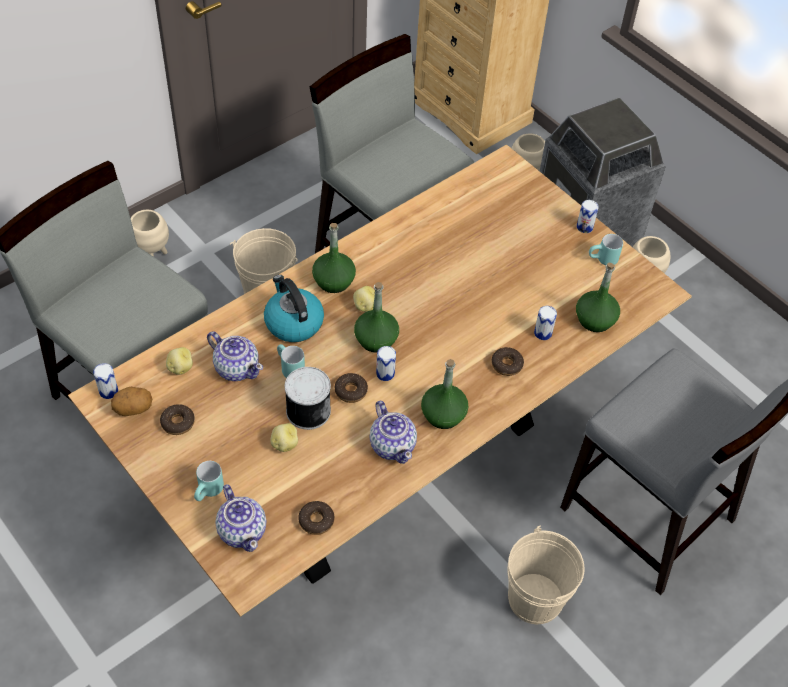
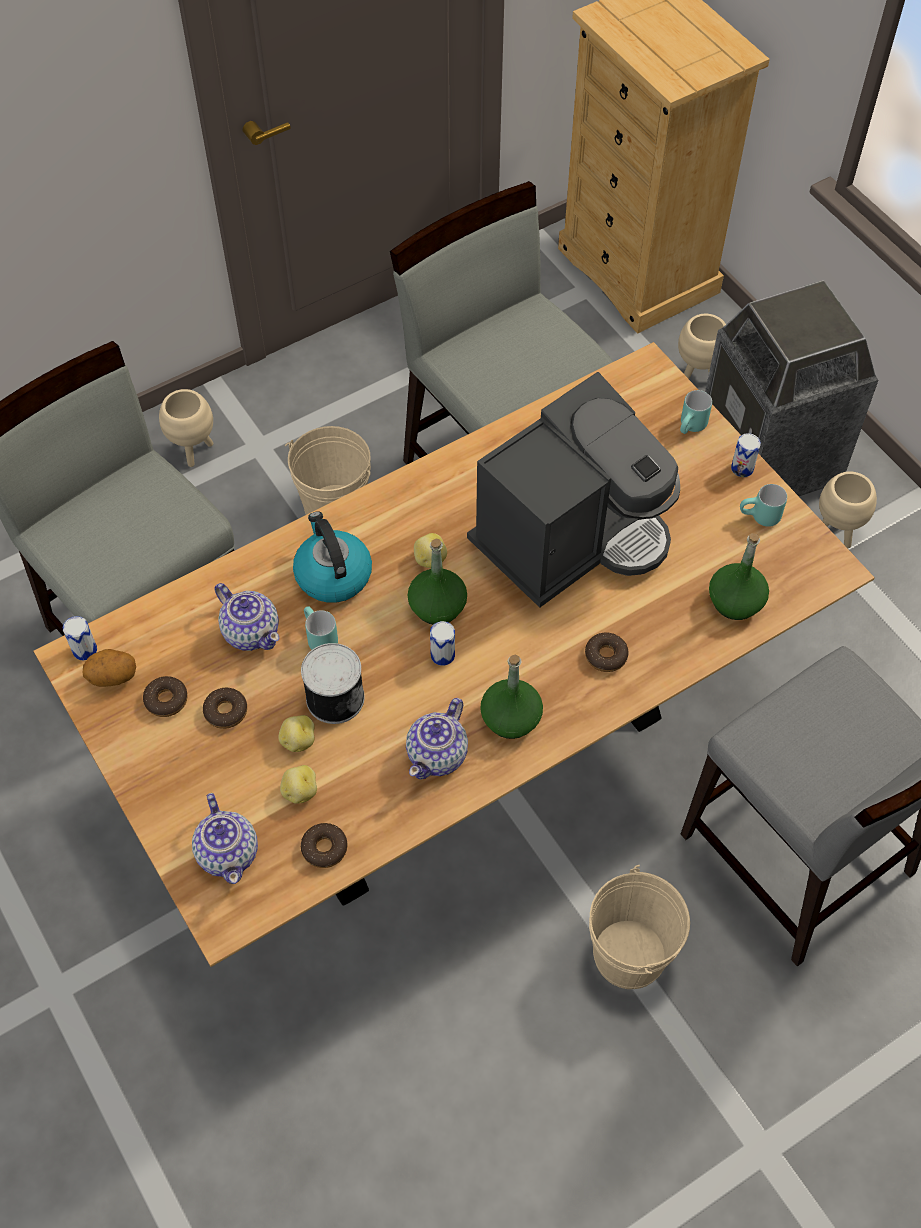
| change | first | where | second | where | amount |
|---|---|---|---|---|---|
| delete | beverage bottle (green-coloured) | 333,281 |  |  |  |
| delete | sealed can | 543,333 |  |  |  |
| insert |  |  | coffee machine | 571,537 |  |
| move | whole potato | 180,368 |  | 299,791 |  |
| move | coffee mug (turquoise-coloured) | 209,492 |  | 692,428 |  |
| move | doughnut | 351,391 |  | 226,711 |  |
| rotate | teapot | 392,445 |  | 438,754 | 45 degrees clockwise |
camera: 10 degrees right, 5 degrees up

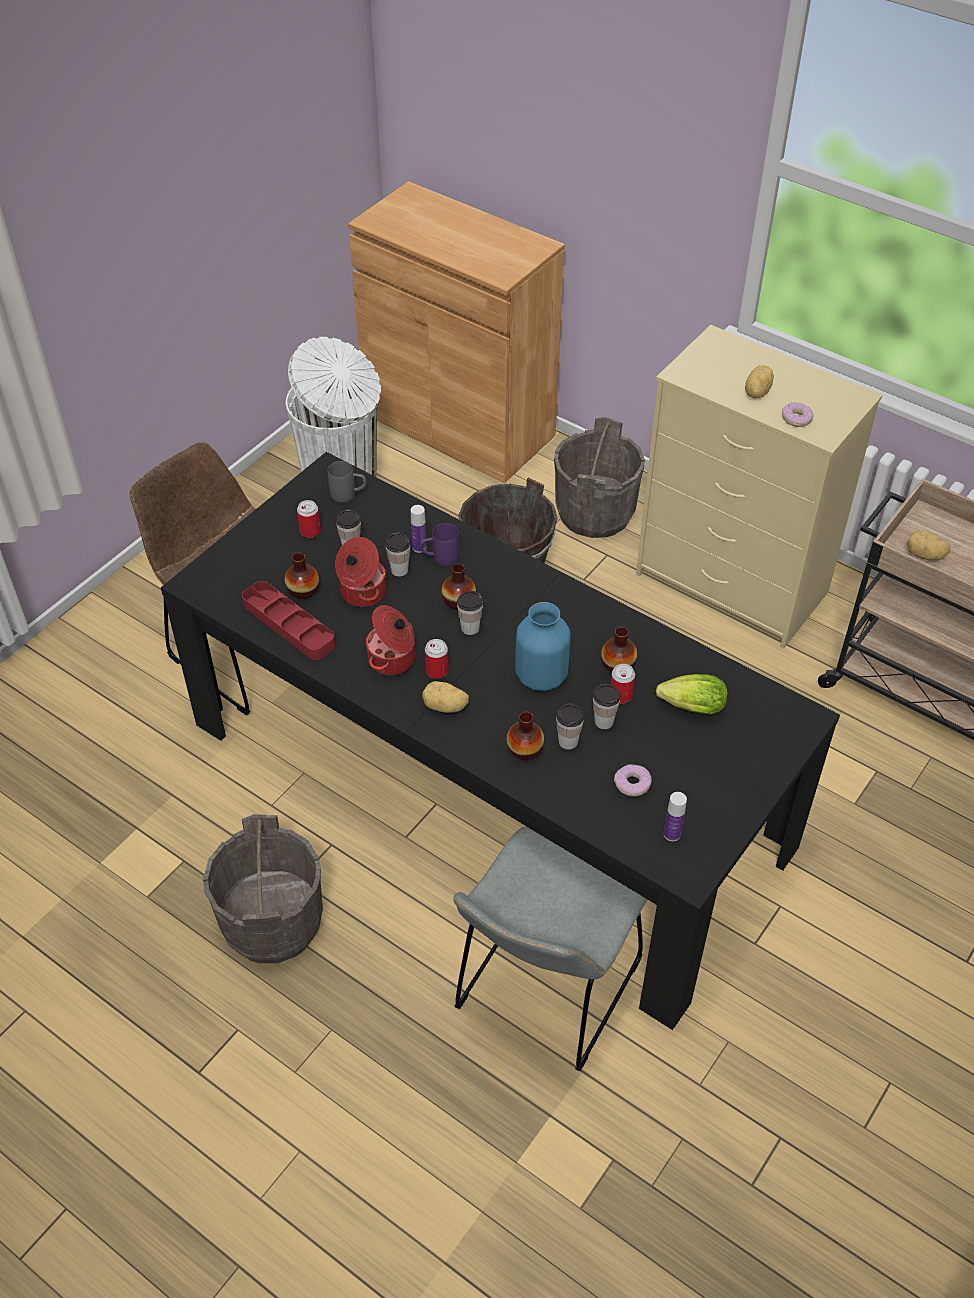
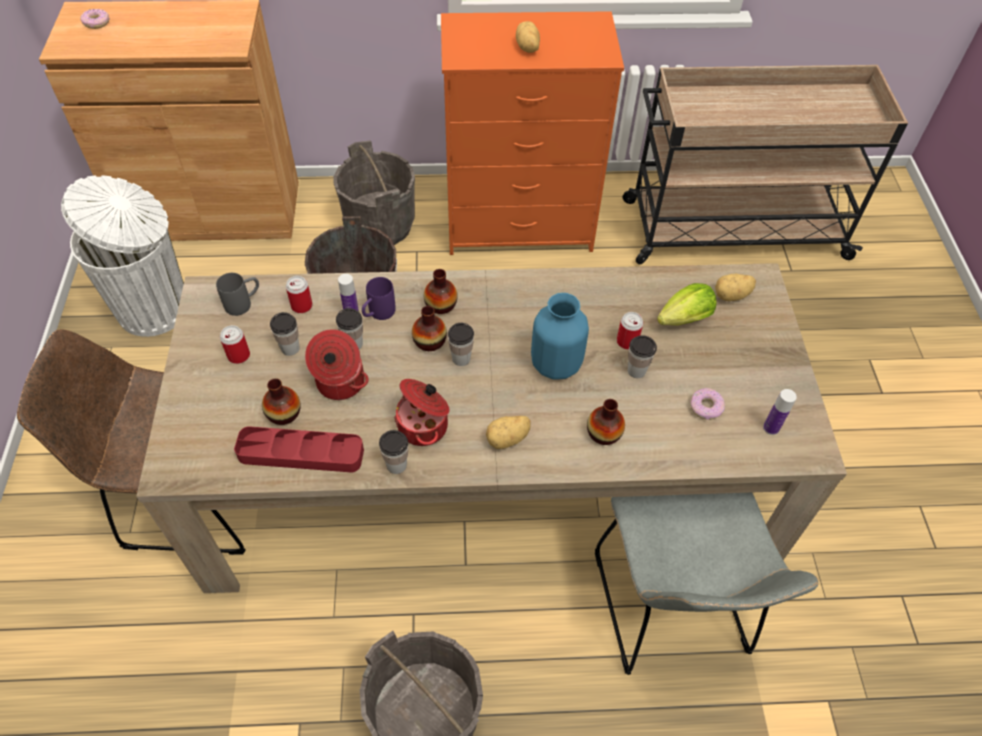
| change | first | where | second | where | amount |
|---|---|---|---|---|---|
| move | sealed can | 437,670 |  | 301,306 |  |
| move | cup | 568,741 |  | 396,465 |  |
| move | decorative vase | 618,664 |  | 441,305 |  |
| move | doughnut | 796,418 |  | 97,23 |  |
| move | whole potato | 924,555 |  | 732,296 |  |
| recolor | dining table (blackish) | 486,784 | dining table (beige-coloured) | 487,479 |  |
| recolor | chest of drawers (beige-coloured) | 733,583 | chest of drawers (orange) | 520,225 |  |
camera: 40 degrees left, 5 degrees up

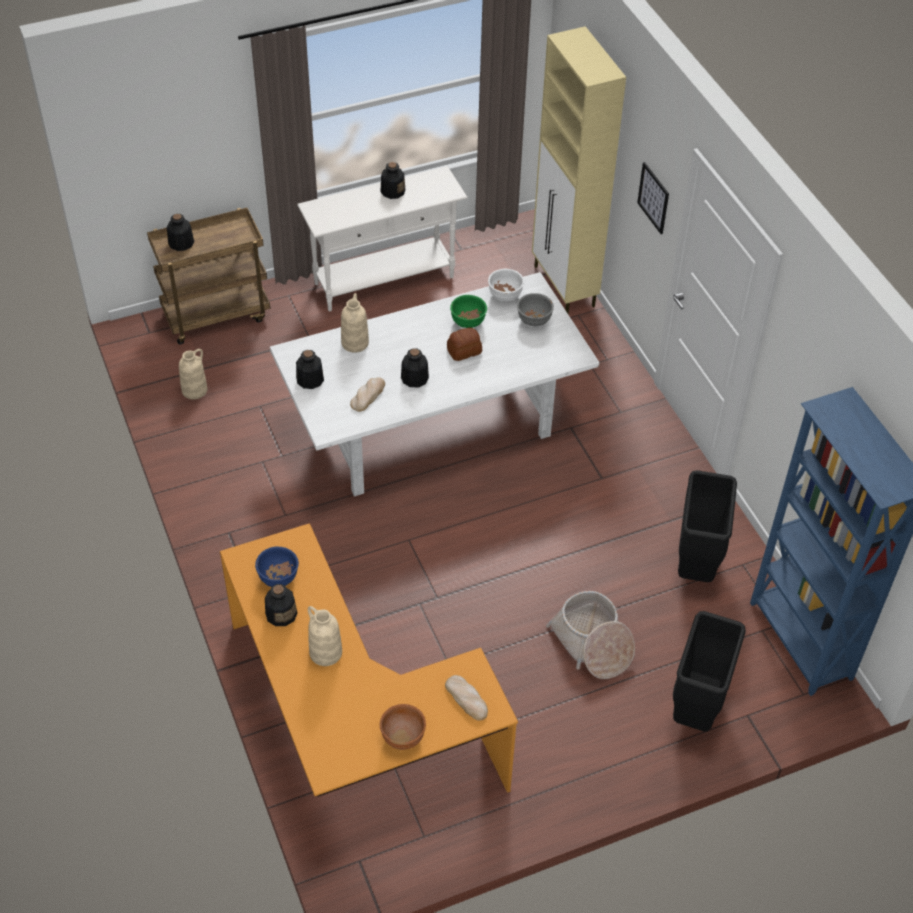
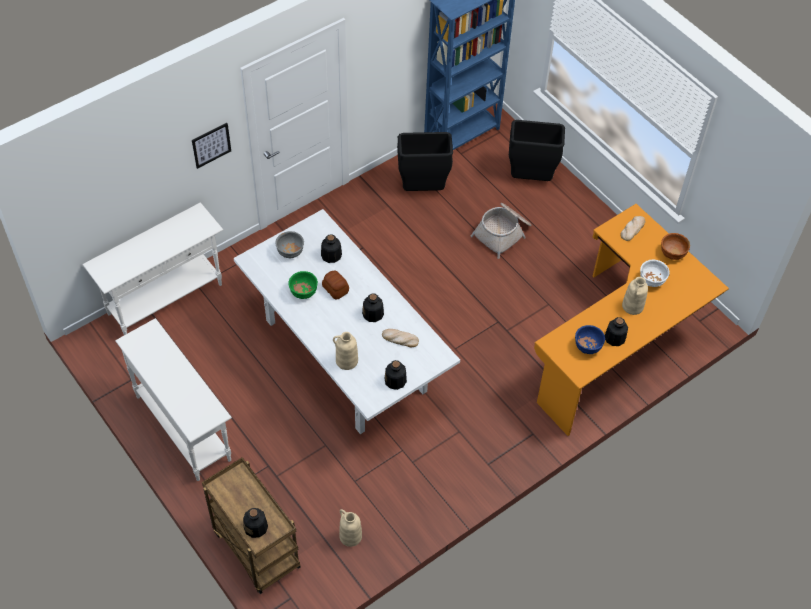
| change | first | where | second | where | amount |
|---|---|---|---|---|---|
| move | beverage bottle | 392,191 |  | 331,255 |  |
| move | deep dish (white-coloured) | 505,295 |  | 651,280 |  |
| replace | storage cabinet (beige-coloured) | 564,287 | console table (white-coloured) | 166,299 |  |
camera: 105 degrees left, 5 degrees up

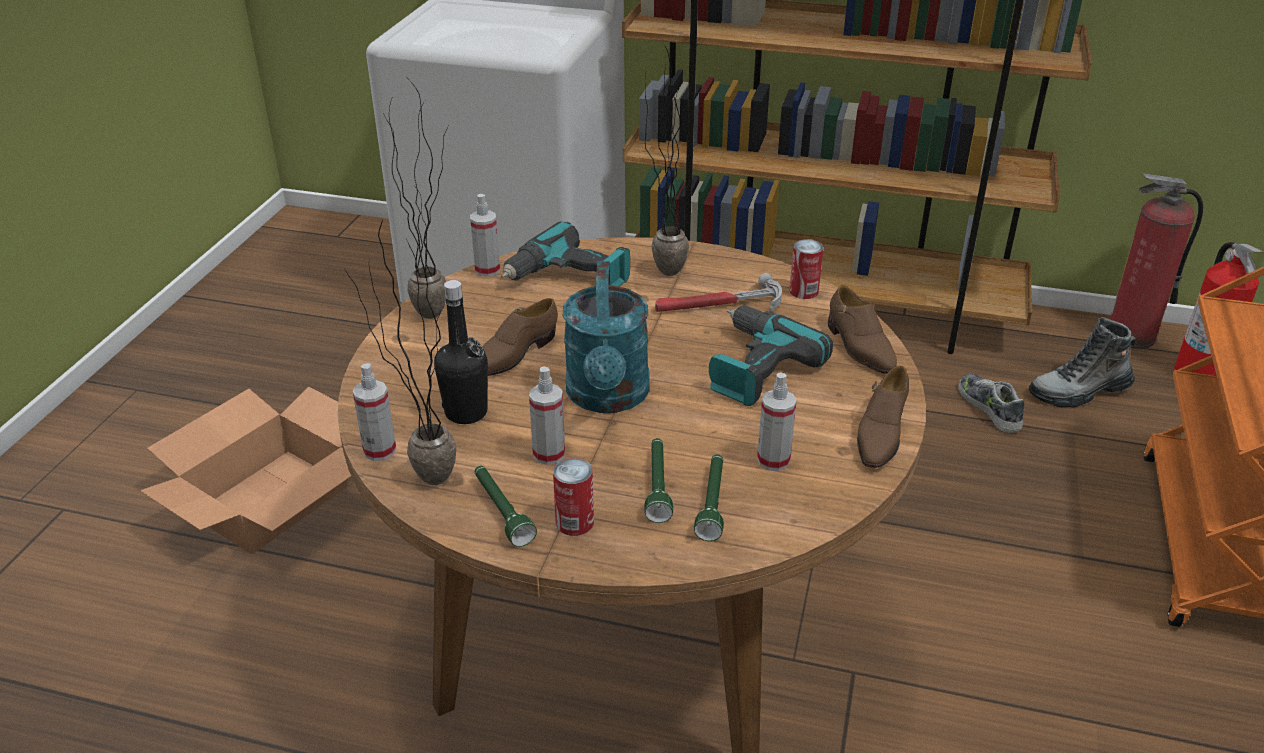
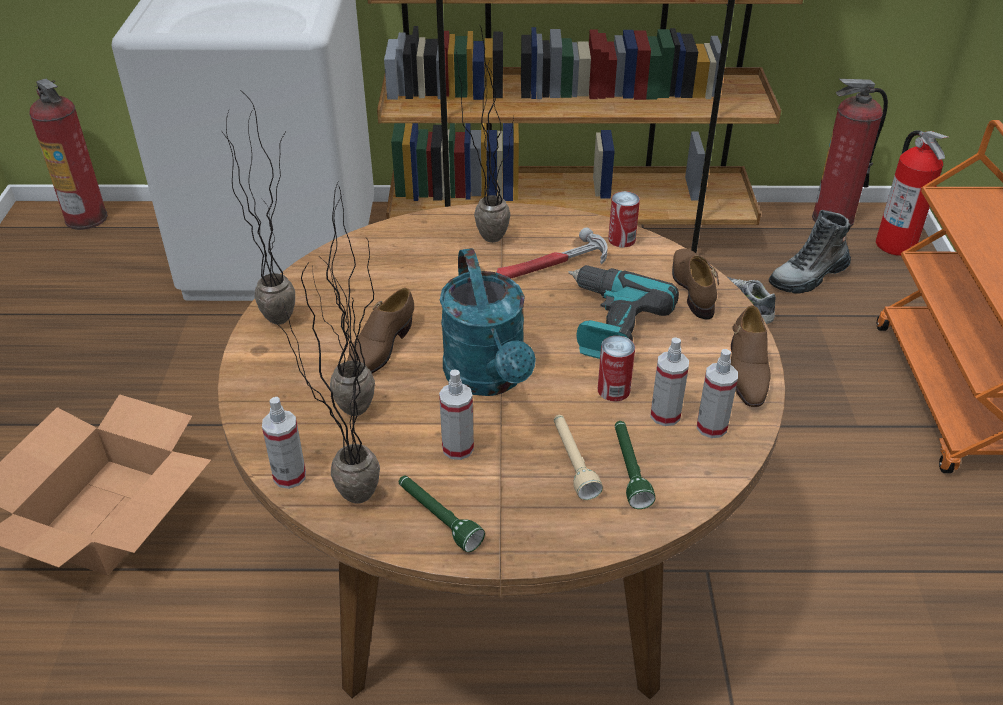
| change | first | where | second | where | amount |
|---|---|---|---|---|---|
| delete | drill | 568,279 |  |  |  |
| insert |  |  | fire-fighting cylinder | 87,218 |  |
| move | hand sprayer | 487,270 |  | 711,427 |  |
| move | sealed can | 574,522 |  | 613,390 |  |
| replace | beverage bottle (blackish) | 466,412 | potted plant | 359,419 |  |
| recolor | flashlight (green-coloured) | 657,486 | flashlight (beige-coloured) | 573,462 |  |
| rotate | shoe (brown) | 859,347 |  | 693,288 | 150 degrees counterclockwise |
camera: 15 degrees left, 5 degrees up

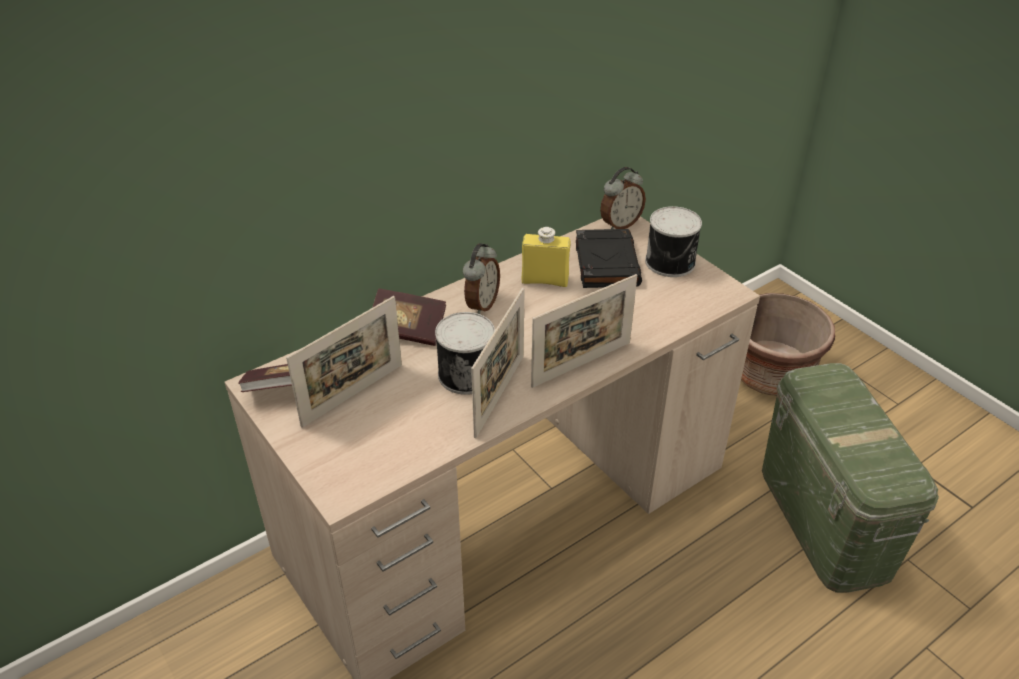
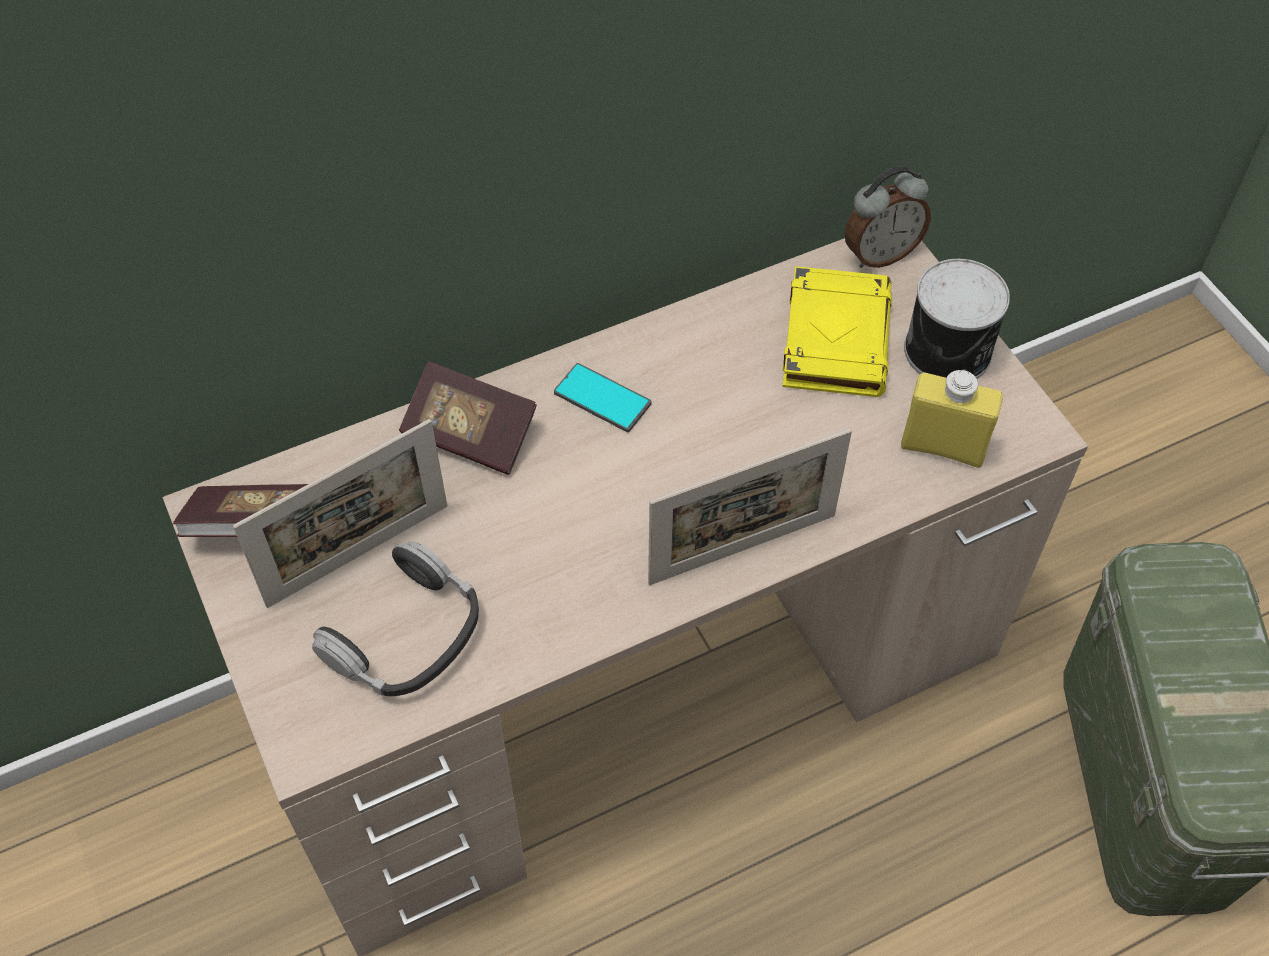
| change | first | where | second | where | amount |
|---|---|---|---|---|---|
| delete | sealed can | 467,373 |  |  |  |
| delete | picture frame | 499,395 |  |  |  |
| delete | planter (brown) | 771,373 |  |  |  |
| insert |  |  | headset | 407,636 |  |
| move | beverage bottle (yellow) | 545,280 |  | 943,446 |  |
| replace | table clock | 481,304 | phone | 602,398 |  |
| recolor | book (blackish) | 606,263 | book (yellow) | 835,337 |  |
camera: 10 degrees right, 15 degrees up

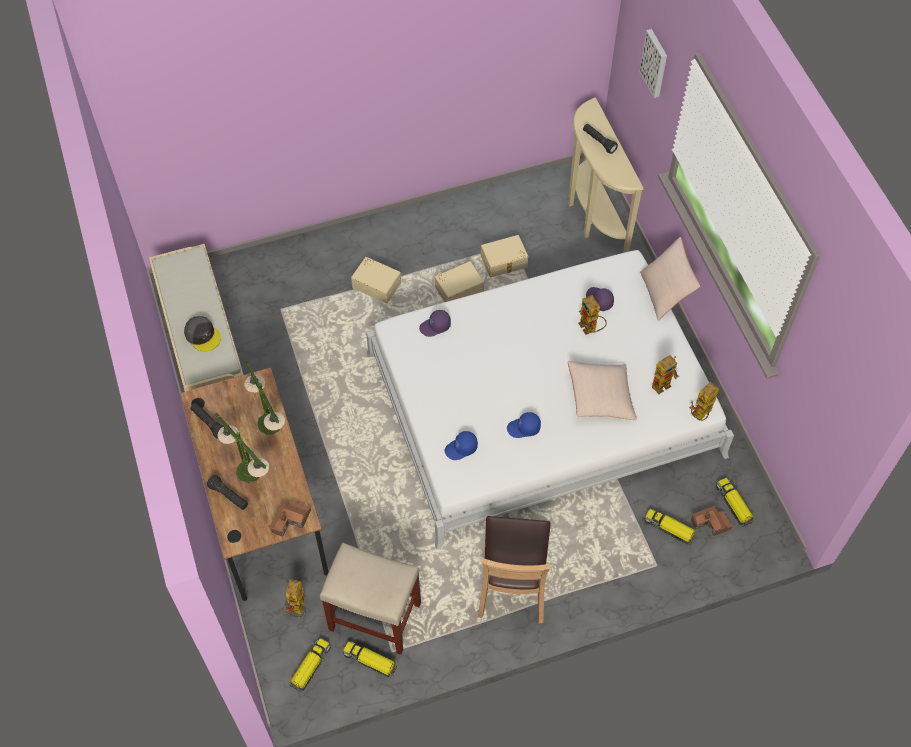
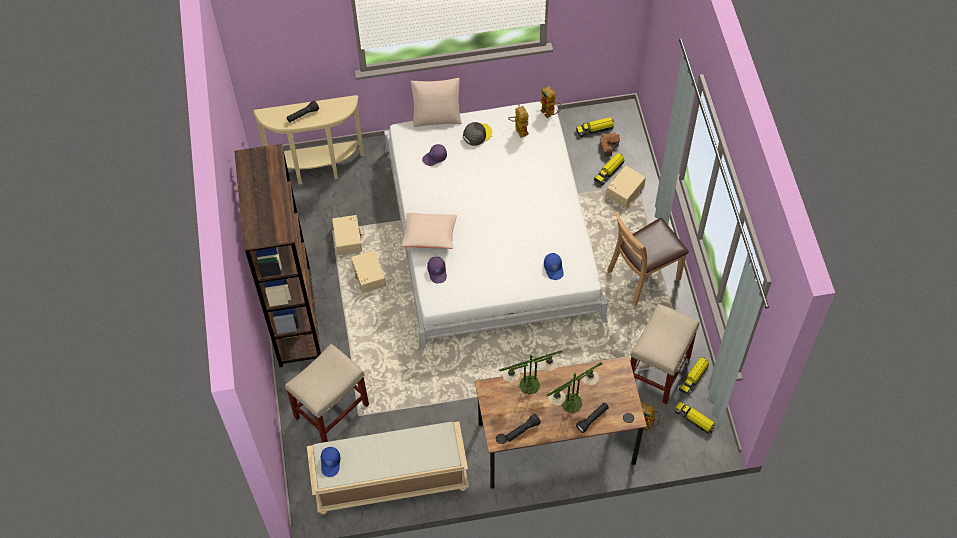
| change | first | where | second | where | amount |
|---|---|---|---|---|---|
| delete | miniature house | 291,521 |  |  |  |
| delete | robot figure | 590,329 |  |  |  |
| delete | picture | 655,63 |  |  |  |
| insert |  |  | bookcase (brown) | 295,318 |  |
| insert |  |  | stool (beige-coloured) | 332,410 |  |
| move | baseball cap (gray) | 203,335 |  | 477,134 |  |
| move | storage container (beige-coloured) | 377,284 |  | 624,190 |  |
| move | baseball cap (blue-coloured) | 523,428 |  | 331,463 |  |
| move | cushion (beige-coloured) | 600,397 |  | 429,236 |  |
| rotate | chair (brown) | 512,586 |  | 643,276 | 135 degrees clockwise |
camera: 80 degrees left, 0 degrees up

